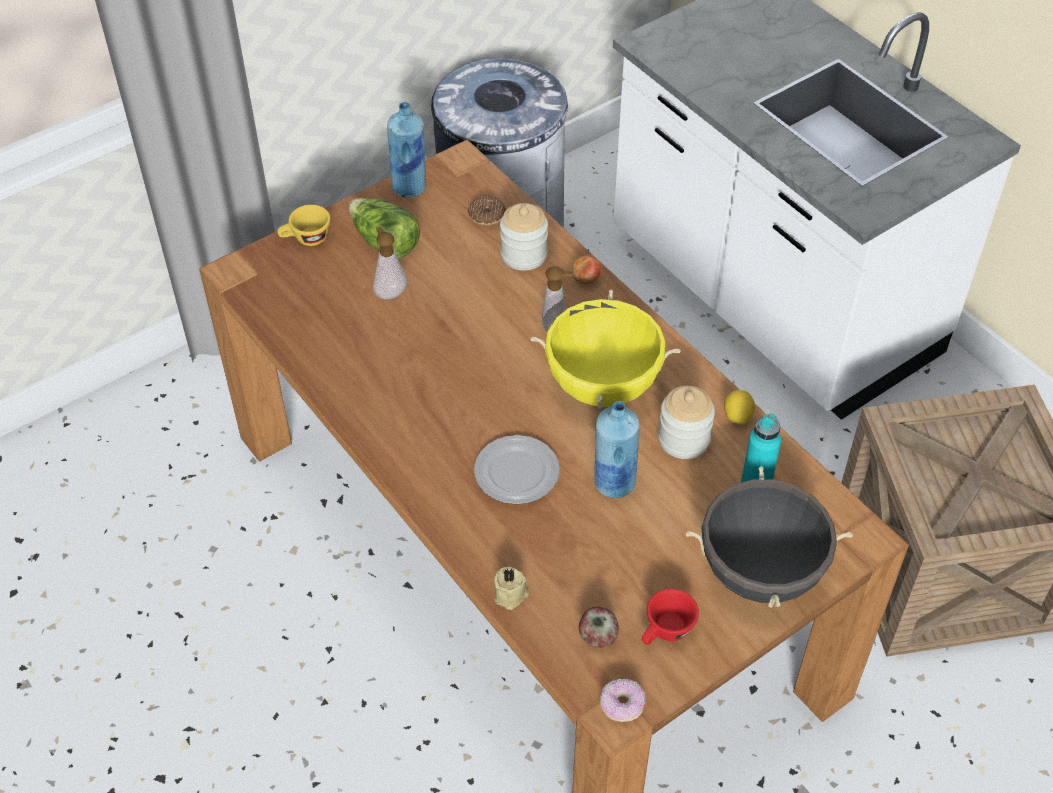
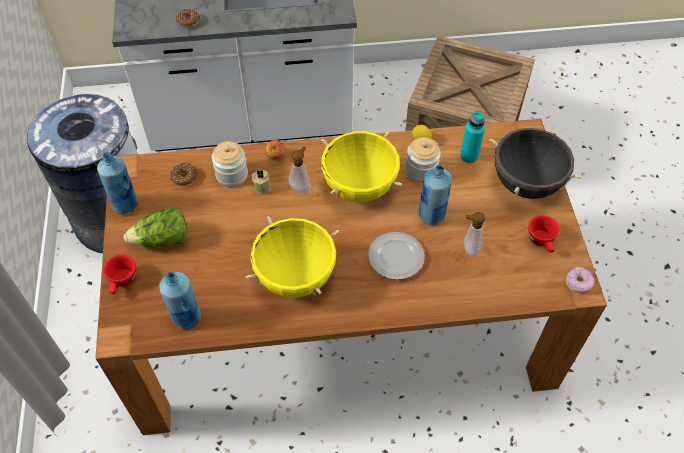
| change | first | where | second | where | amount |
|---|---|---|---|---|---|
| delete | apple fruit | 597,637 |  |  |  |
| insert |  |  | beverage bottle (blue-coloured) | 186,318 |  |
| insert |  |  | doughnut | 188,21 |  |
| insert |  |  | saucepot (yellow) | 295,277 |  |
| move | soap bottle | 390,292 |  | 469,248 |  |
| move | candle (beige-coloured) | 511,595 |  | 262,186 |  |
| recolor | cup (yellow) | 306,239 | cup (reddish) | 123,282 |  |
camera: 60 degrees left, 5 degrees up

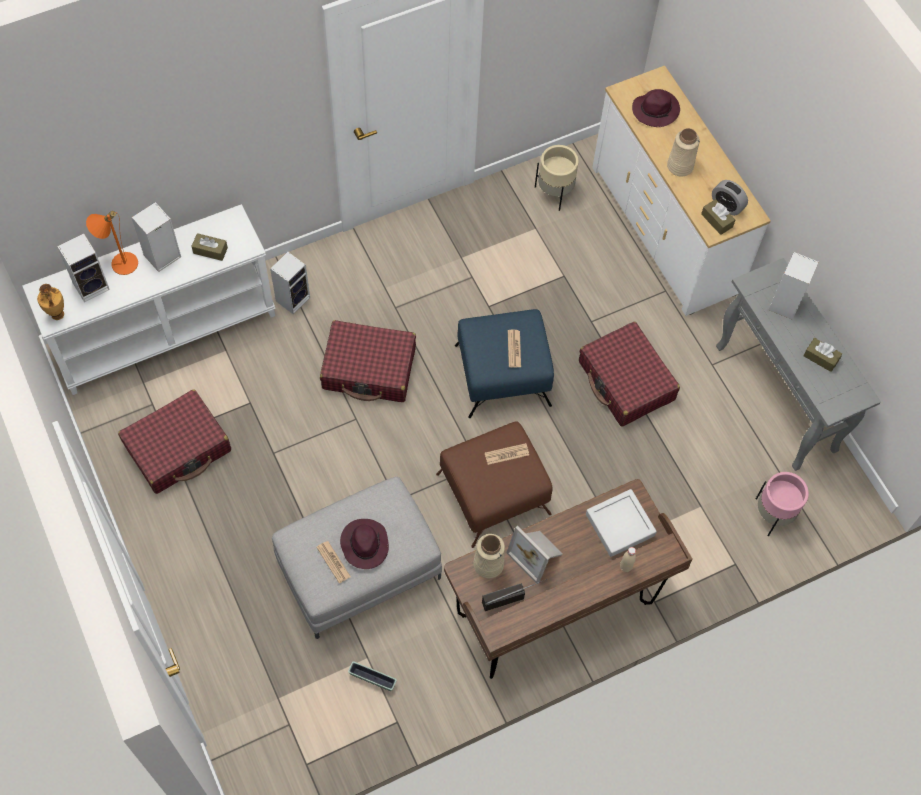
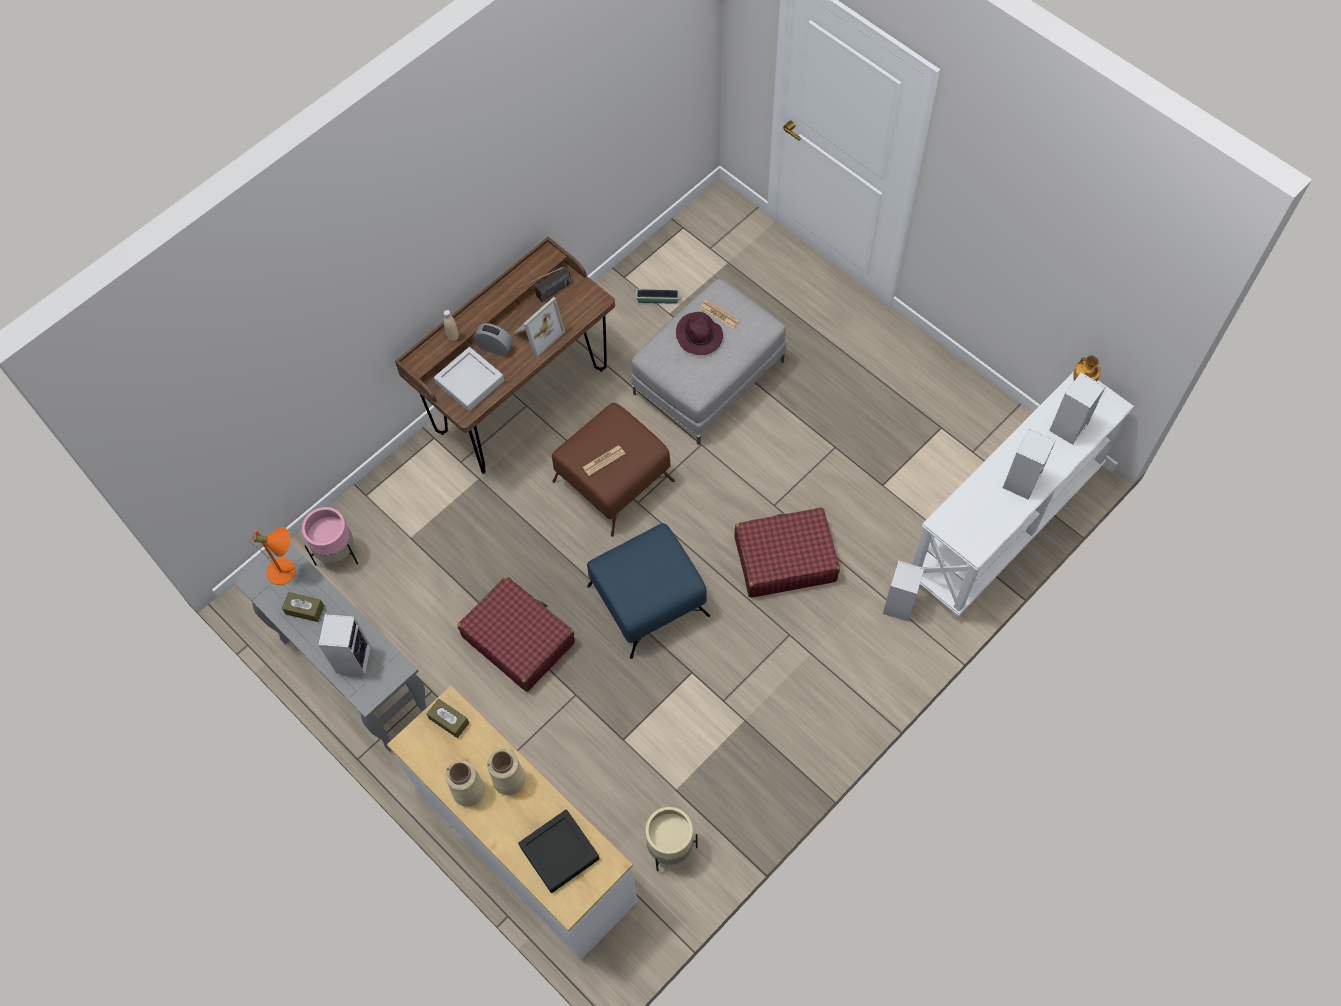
| change | first | where | second | where | amount |
|---|---|---|---|---|---|
| delete | piece of luggage (reddish) | 178,448 |  |  |  |
| delete | tissue box (brown) | 210,250 |  |  |  |
| delete | daily paper | 514,349 |  |  |  |
| move | table lamp (orange) | 119,262 |  | 287,571 |  |
| move | decorative vase (beige-coloured) | 488,564 |  | 468,791 |  |
| move | table clock | 727,205 |  | 495,347 |  |
| replace | wearable hat (purple) | 656,110 | serving tray (blackish) | 559,852 |  |
| rotate | picture frame | 537,554 |  | 536,333 | 105 degrees clockwise |
camera: 165 degrees right, 0 degrees up

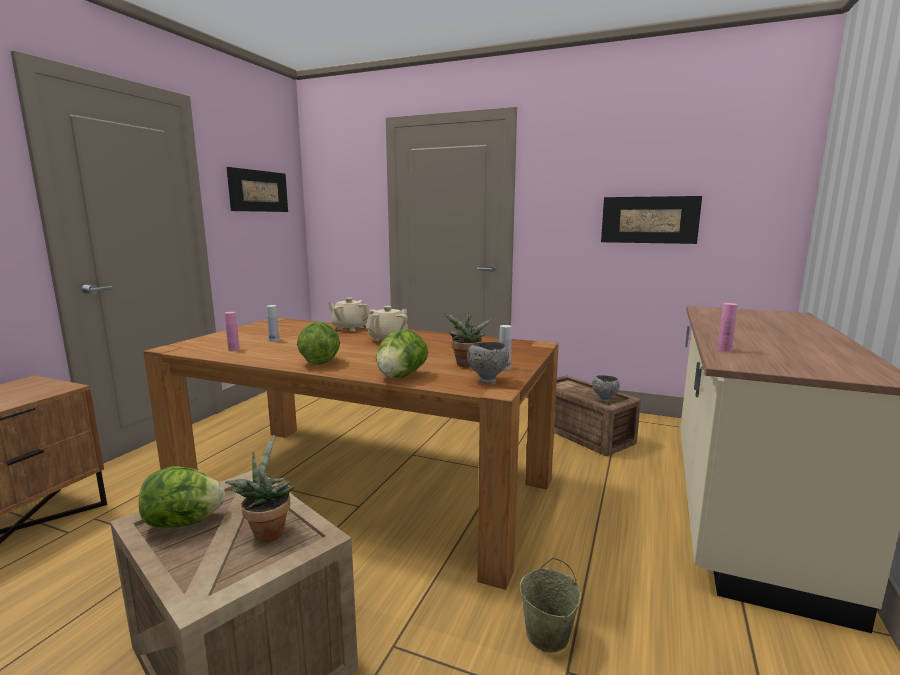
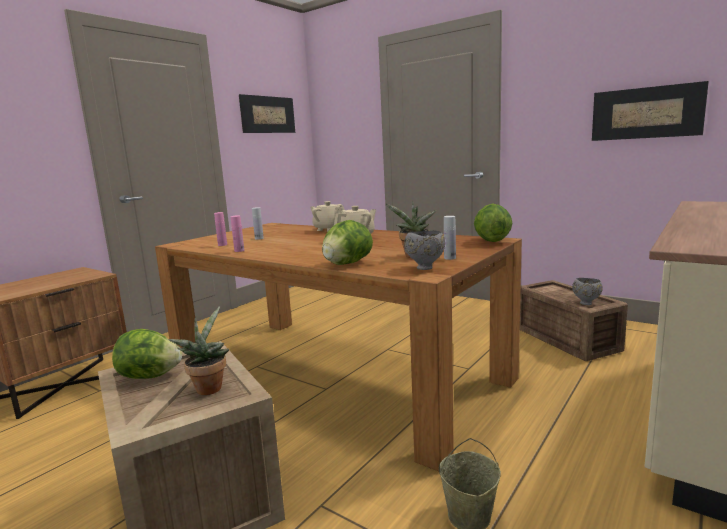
| change | first | where | second | where | amount |
|---|---|---|---|---|---|
| move | lettuce | 319,362 |  | 491,241 |  |
| move | beverage bottle (pink) | 724,349 |  | 239,250 |  |
camera: 15 degrees right, 0 degrees up

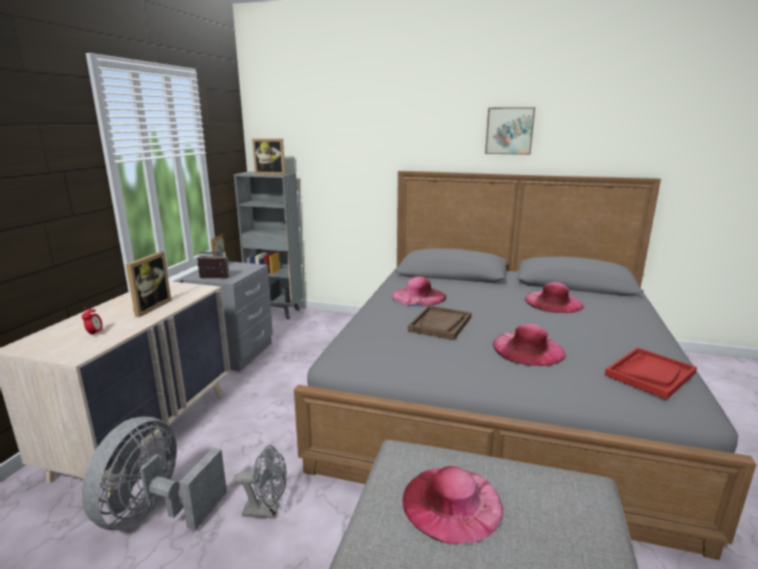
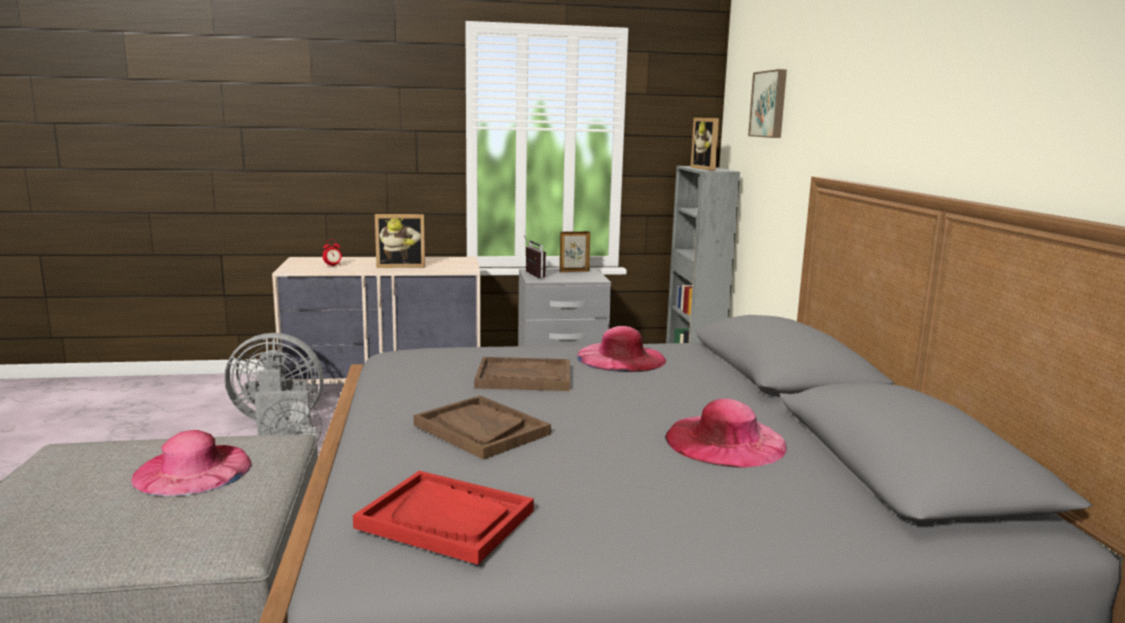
| change | first | where | second | where | amount |
|---|---|---|---|---|---|
| move | picture | 509,131 |  | 770,104 |  |
| replace | wearable hat (pink) | 528,348 | serving tray (brown) | 481,429 |  |
camera: 65 degrees right, 5 degrees down

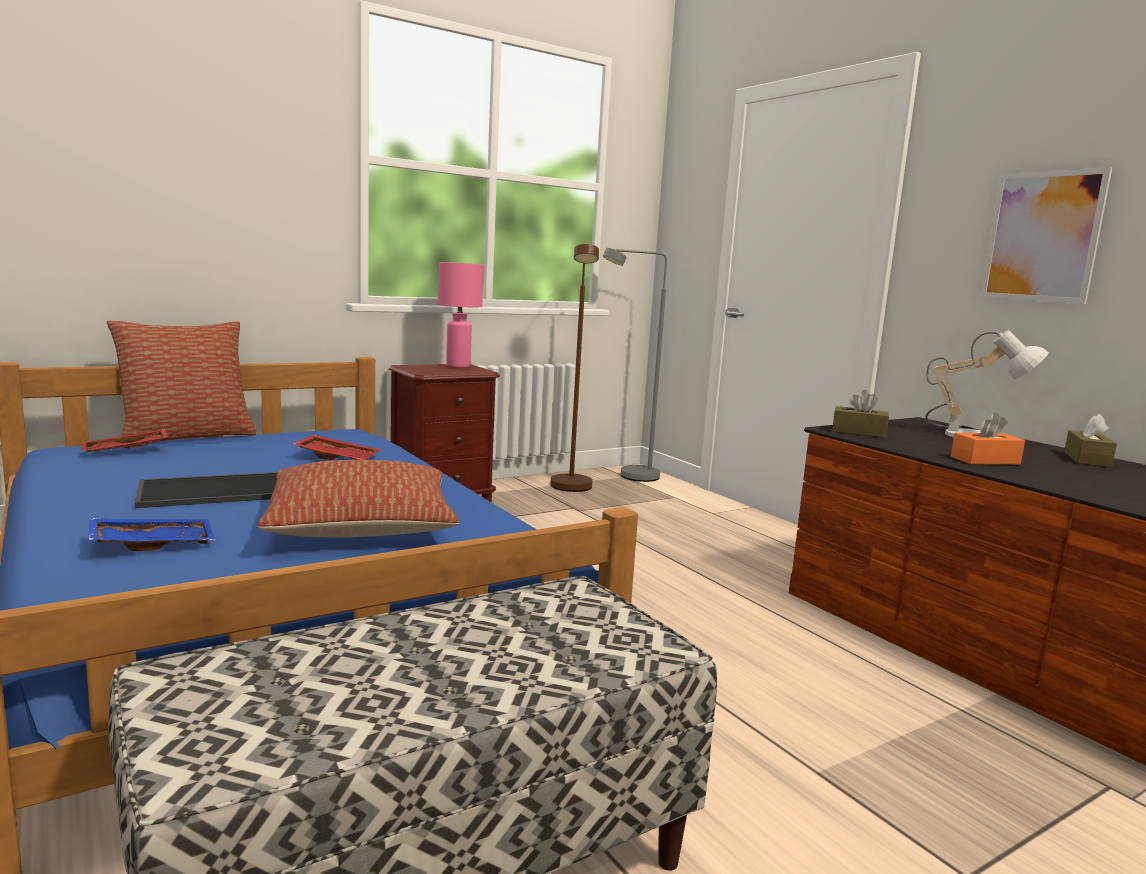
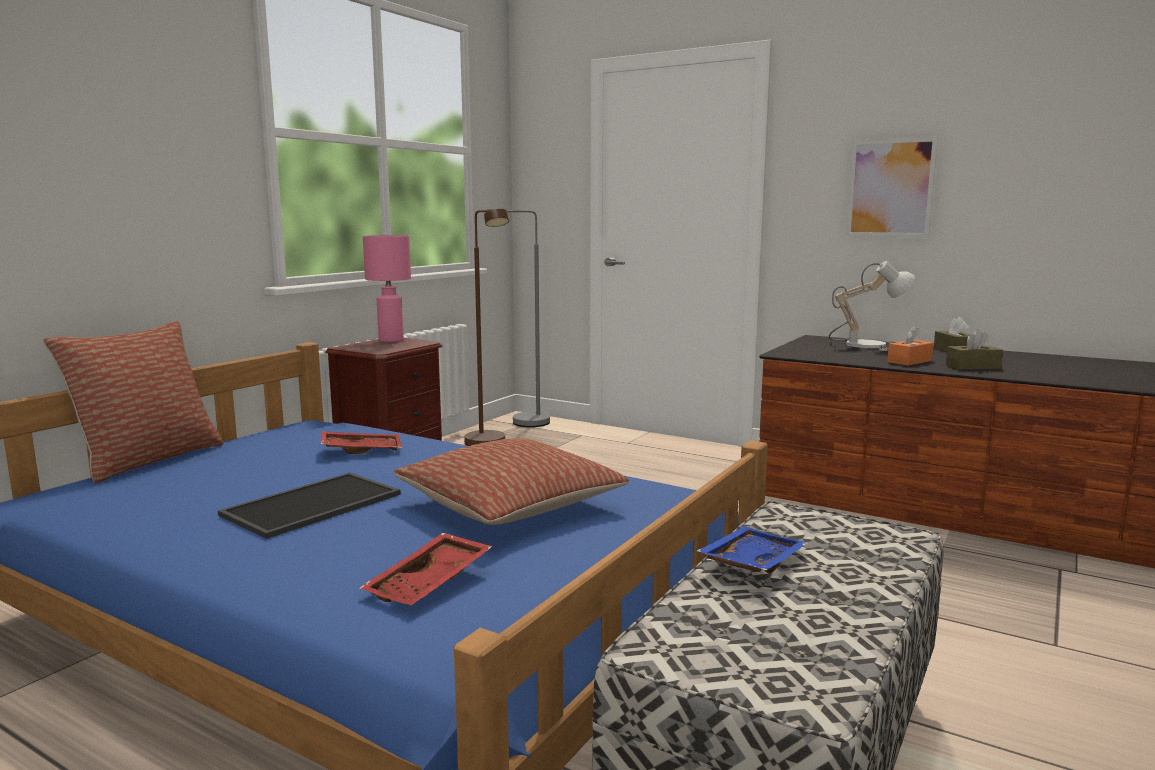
| change | first | where | second | where | amount |
|---|---|---|---|---|---|
| move | serving tray (reddish) | 125,451 |  | 430,584 |  |
| move | serving tray (blue-coloured) | 153,544 |  | 750,563 |  |
| move | tissue box (brown) | 858,432 |  | 972,367 |  |
camera: 25 degrees left, 0 degrees up

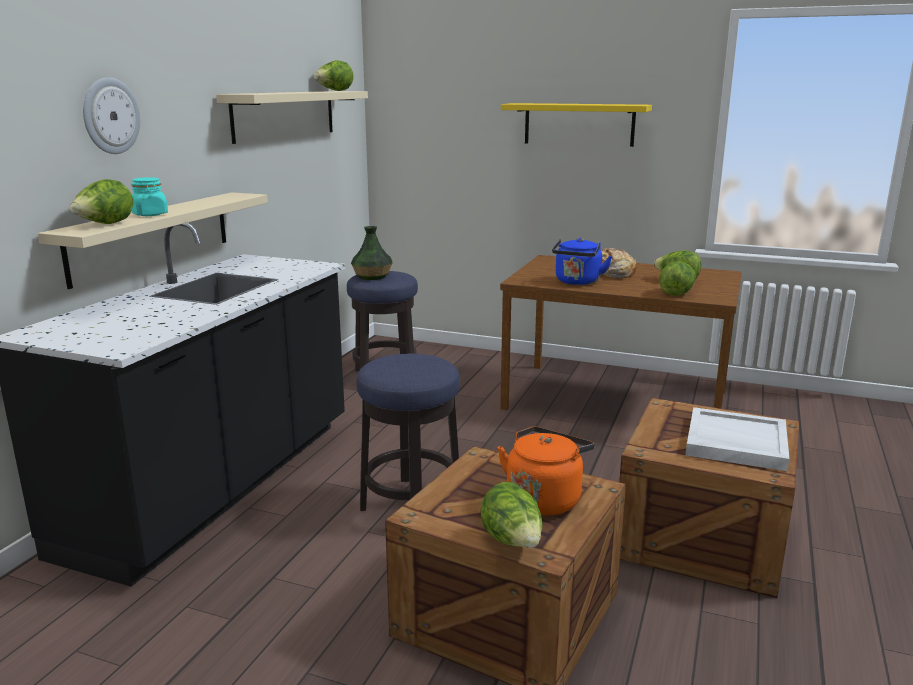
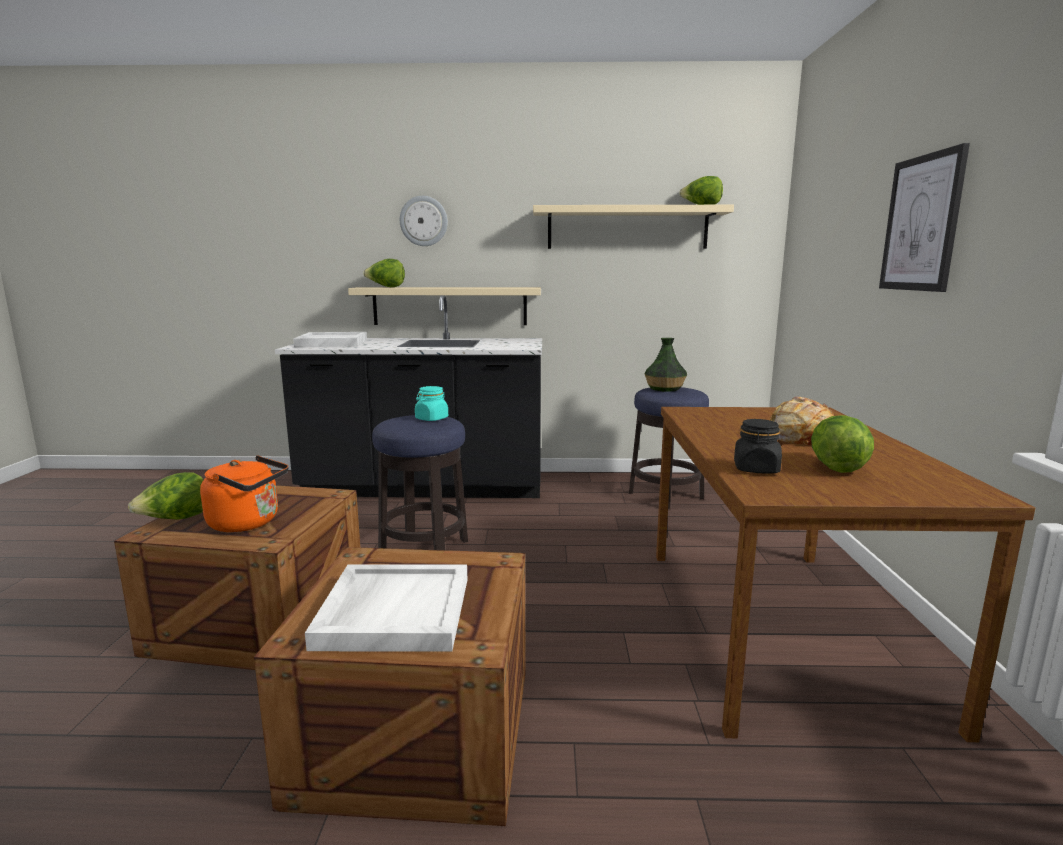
| change | first | where | second | where | amount |
|---|---|---|---|---|---|
| delete | tea kettle (blue-coloured) | 577,282 |  |  |  |
| insert |  |  | serving tray (white-coloured) | 331,343 |  |
| move | preserve jar (turquoise-coloured) | 150,214 |  | 431,419 |  |
| replace | bracket shelf (yellow) | 579,124 | picture | 922,223 |  |
| replace | lettuce | 676,293 | preserve jar (blackish) | 756,469 |  |
camera: 70 degrees right, 5 degrees down

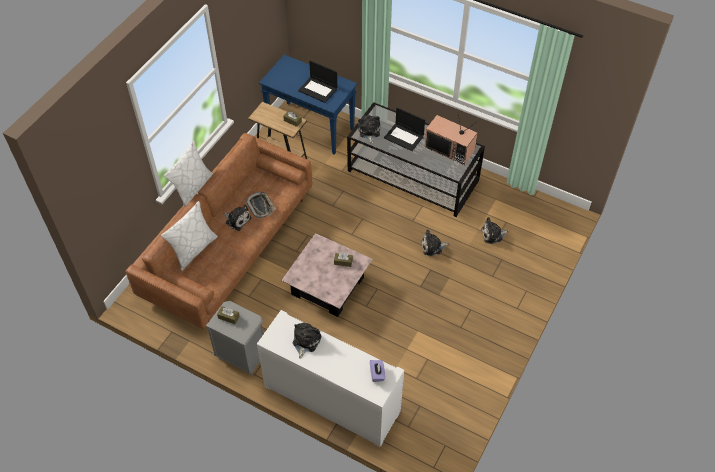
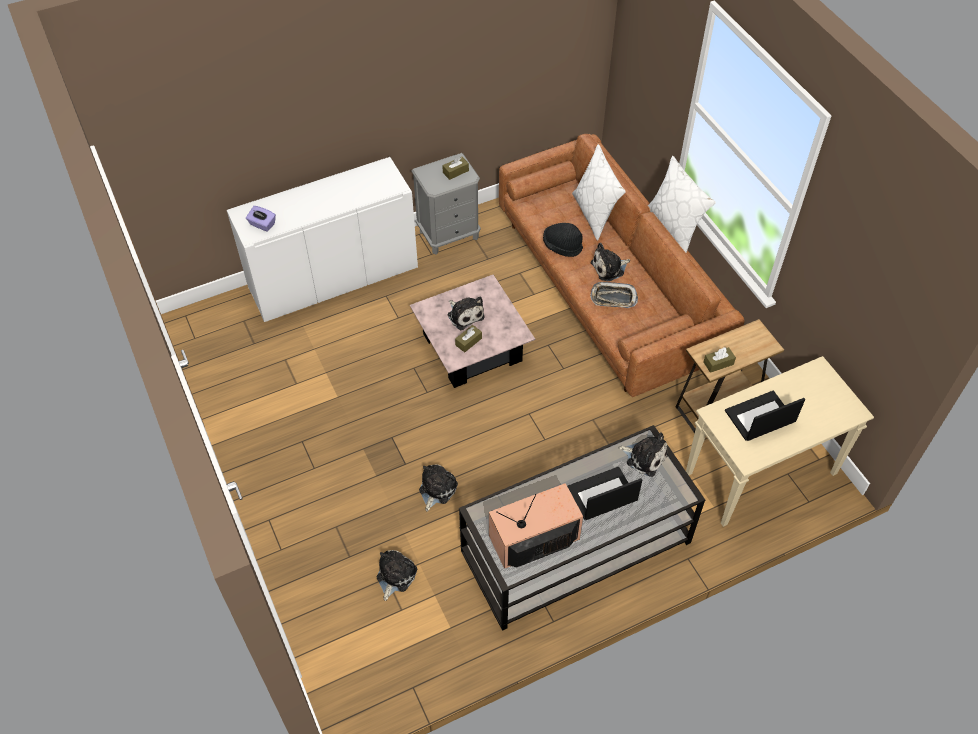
| change | first | where | second | where | amount |
|---|---|---|---|---|---|
| insert |  |  | wearable hat (blackish) | 562,246 |  |
| move | cuddly toy | 305,341 |  | 464,315 |  |
| recolor | console table (blue-coloured) | 311,128 | console table (beige-coloured) | 760,475 |  |
camera: 125 degrees right, 0 degrees up

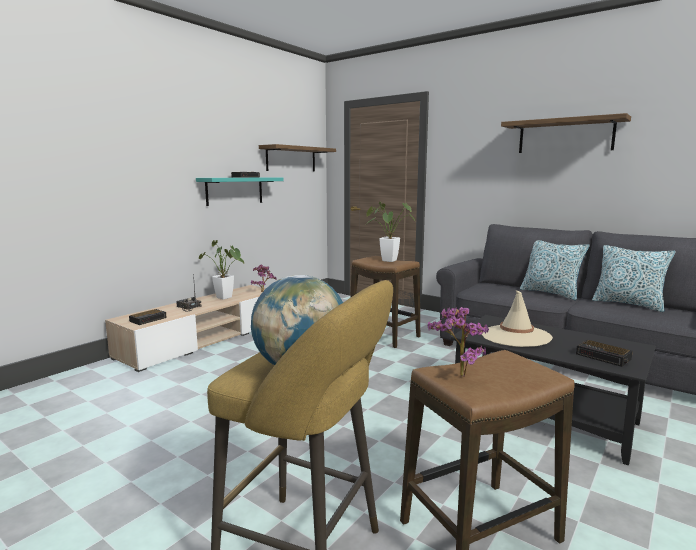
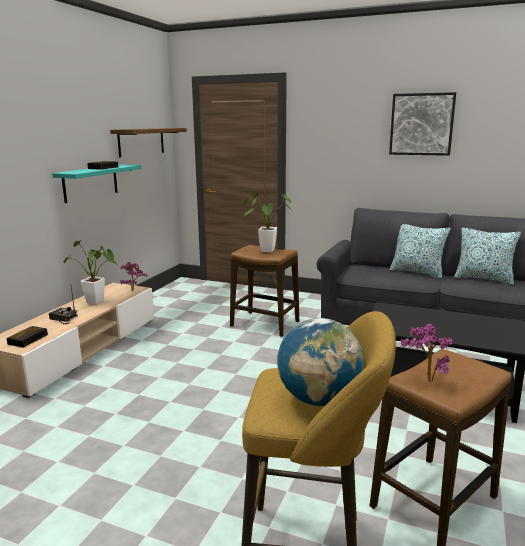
| change | first | where | second | where | amount |
|---|---|---|---|---|---|
| delete | wearable hat (beige-coloured) | 515,336 |  |  |  |
| delete | table clock | 604,357 |  |  |  |
| replace | bracket shelf | 565,136 | picture | 421,124 |  |
camera: 15 degrees left, 5 degrees up

